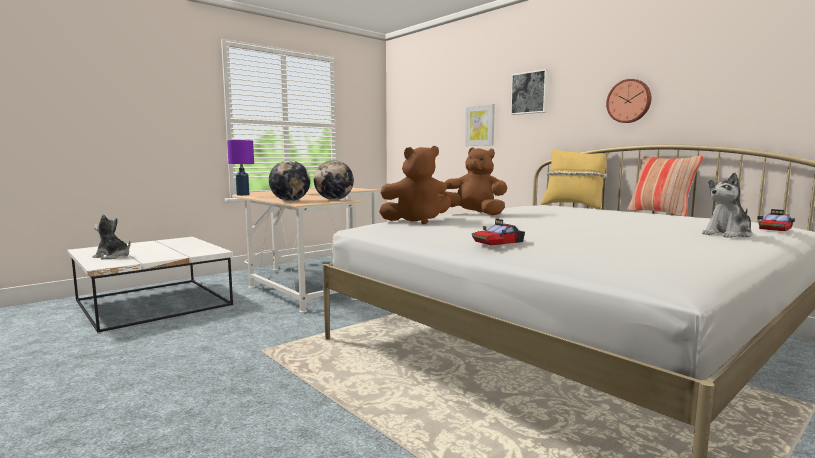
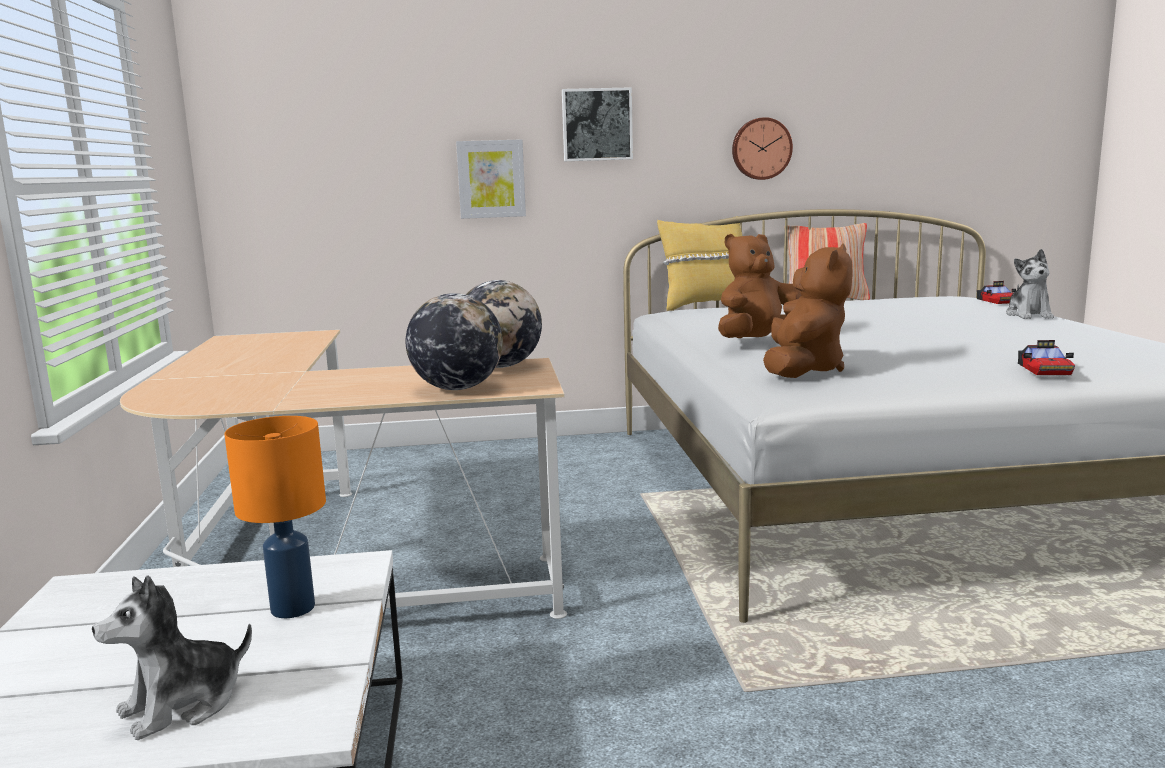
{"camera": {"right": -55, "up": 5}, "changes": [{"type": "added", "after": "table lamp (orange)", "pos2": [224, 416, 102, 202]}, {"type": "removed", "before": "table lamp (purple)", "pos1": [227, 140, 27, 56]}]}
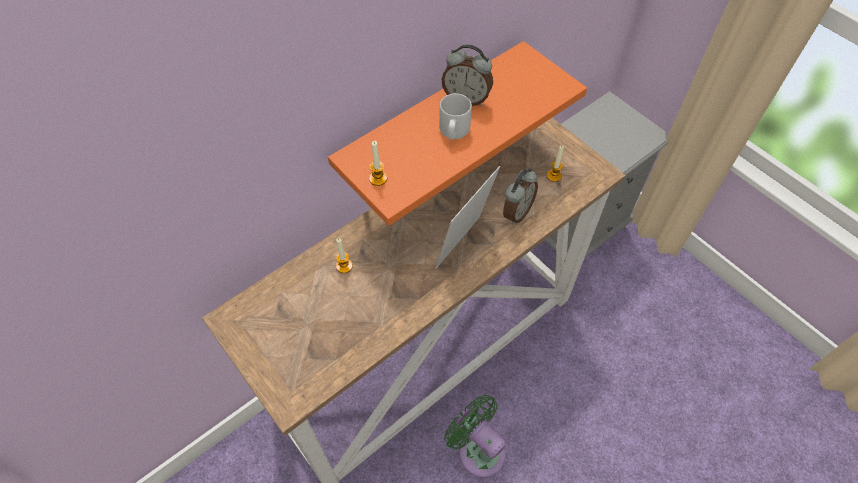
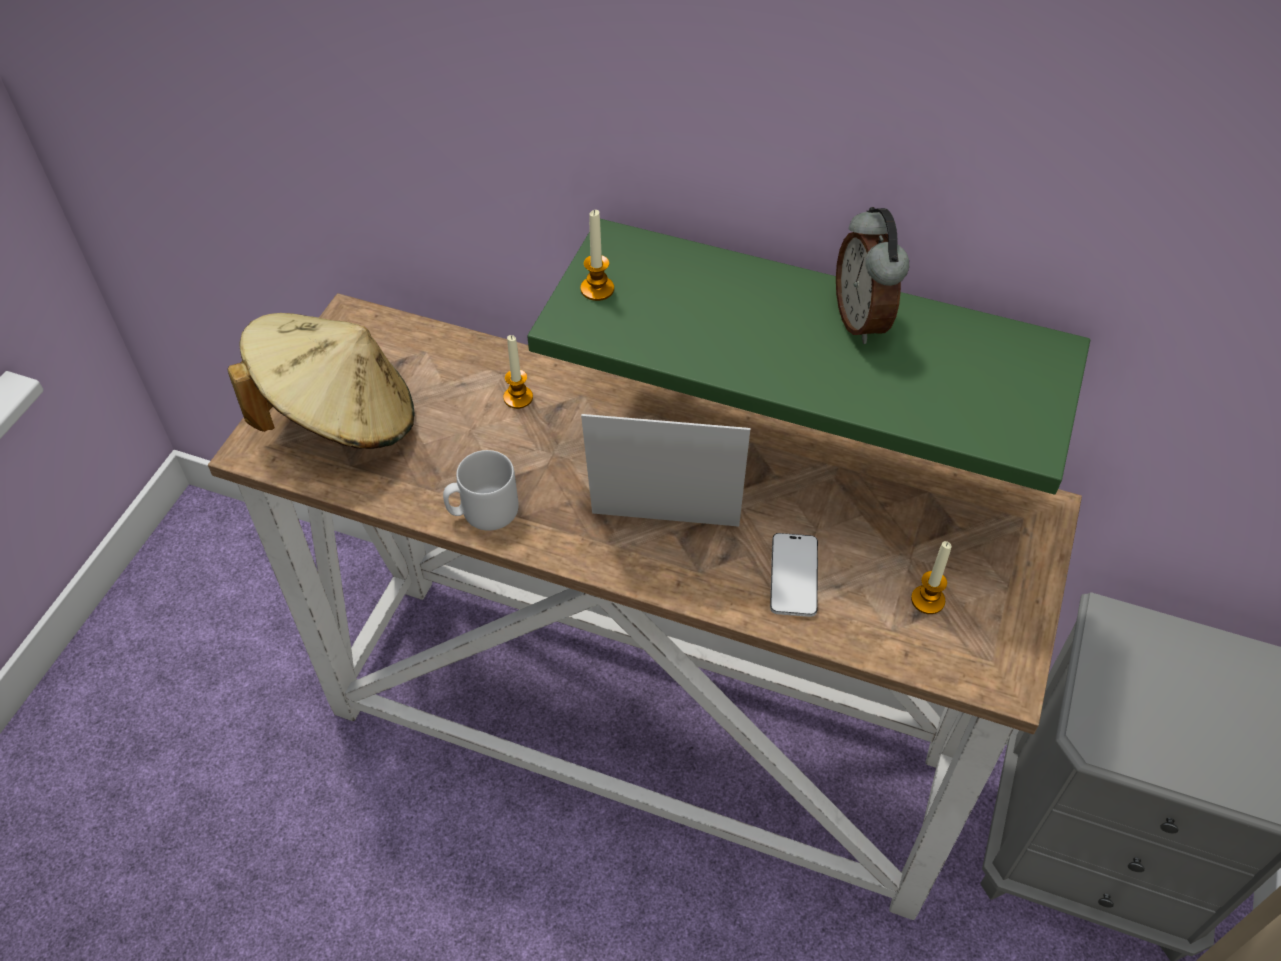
{"camera": {"right": 60, "up": -5}, "changes": [{"type": "added", "after": "hat (beige)", "pos2": [227, 313, 187, 136]}, {"type": "moved", "before": "mug (grey)", "pos1": [439, 93, 33, 47], "pos2": [443, 450, 76, 81]}, {"type": "recoloured", "before": "shelf (orange)", "after": "shelf (green)", "pos1": [328, 41, 259, 185], "pos2": [527, 219, 563, 275]}, {"type": "replaced", "before": "alarm clock", "after": "phone", "pos1": [503, 168, 35, 56], "pos2": [770, 533, 48, 84]}, {"type": "removed", "before": "fan (green)", "pos1": [444, 395, 62, 83]}]}
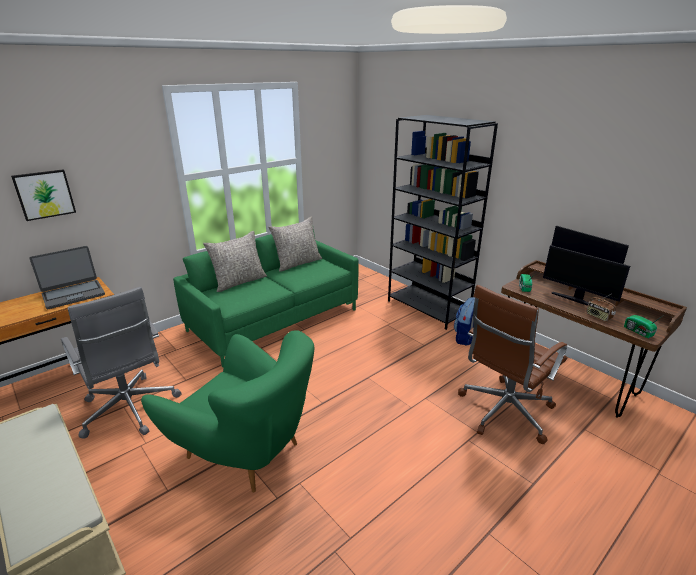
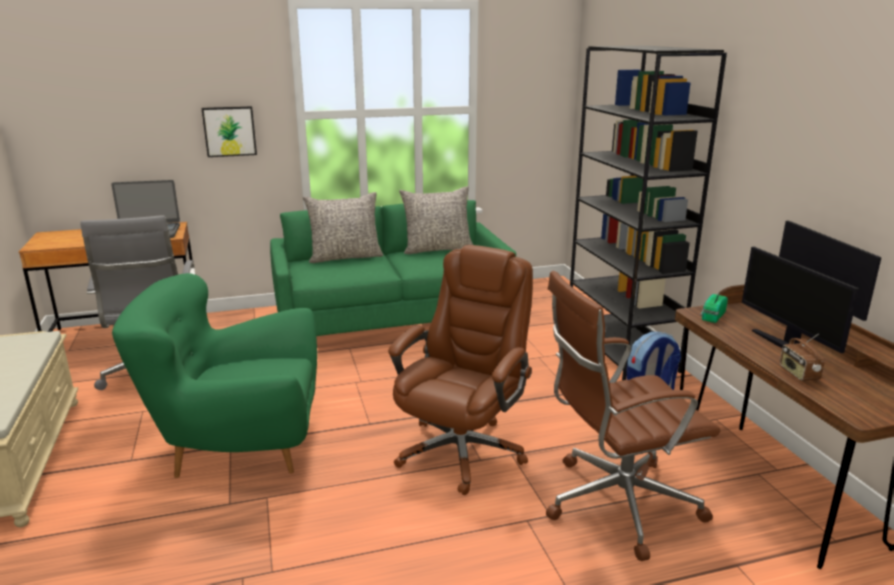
{"camera": {"right": 25, "up": -5}, "changes": [{"type": "turned", "before": "armchair (green)", "pos1": [141, 330, 173, 163], "pos2": [112, 273, 205, 205], "turn": 120}, {"type": "moved", "before": "picture", "pos1": [11, 169, 65, 52], "pos2": [201, 106, 56, 51]}, {"type": "added", "after": "office chair (brown)", "pos2": [388, 245, 145, 250]}, {"type": "removed", "before": "radio", "pos1": [624, 315, 40, 23]}]}
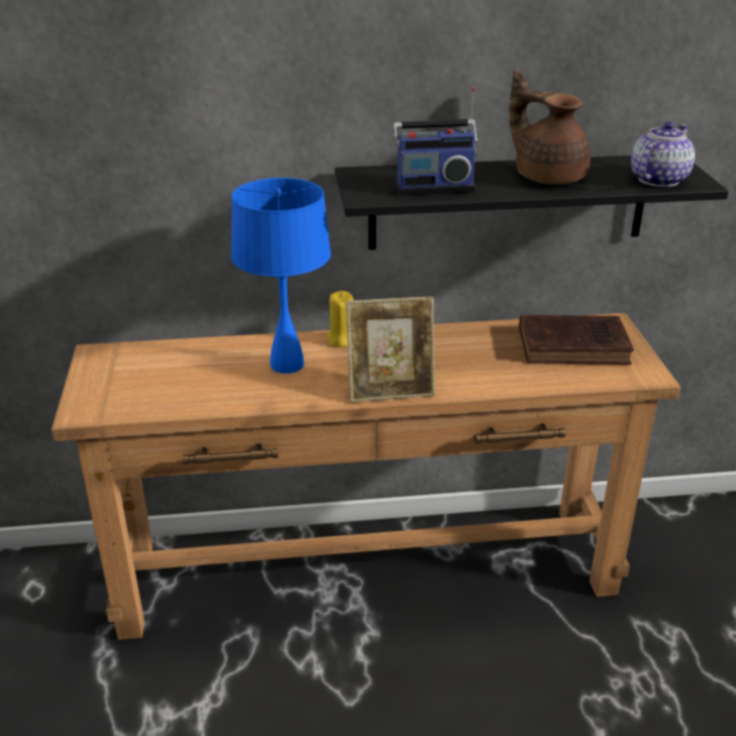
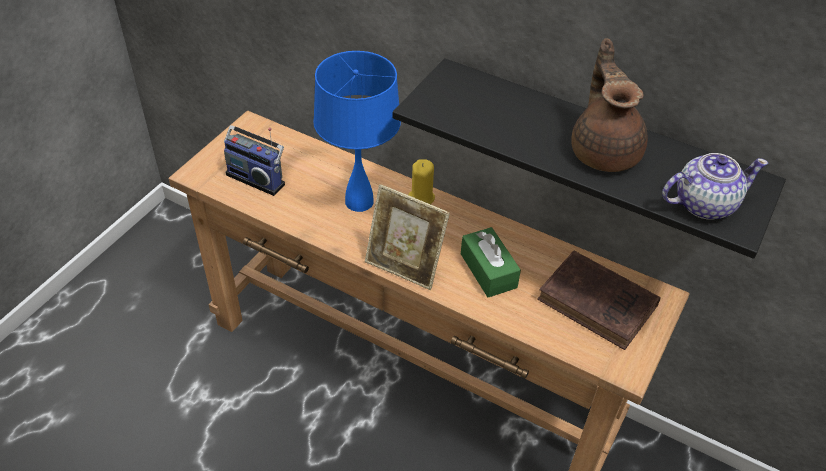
{"camera": {"right": 35, "up": 15}, "changes": [{"type": "moved", "before": "radio", "pos1": [393, 87, 85, 109], "pos2": [224, 125, 61, 71]}, {"type": "added", "after": "tissue box (green)", "pos2": [461, 227, 60, 70]}]}
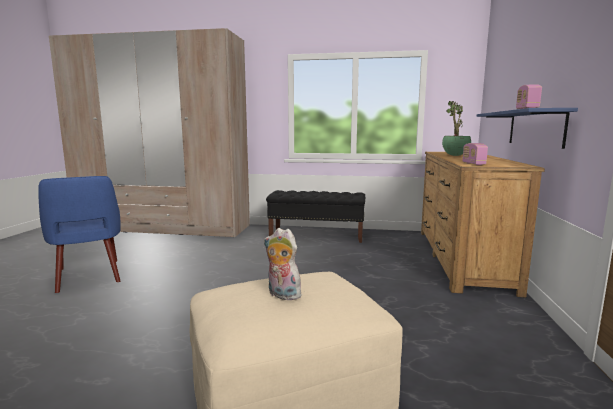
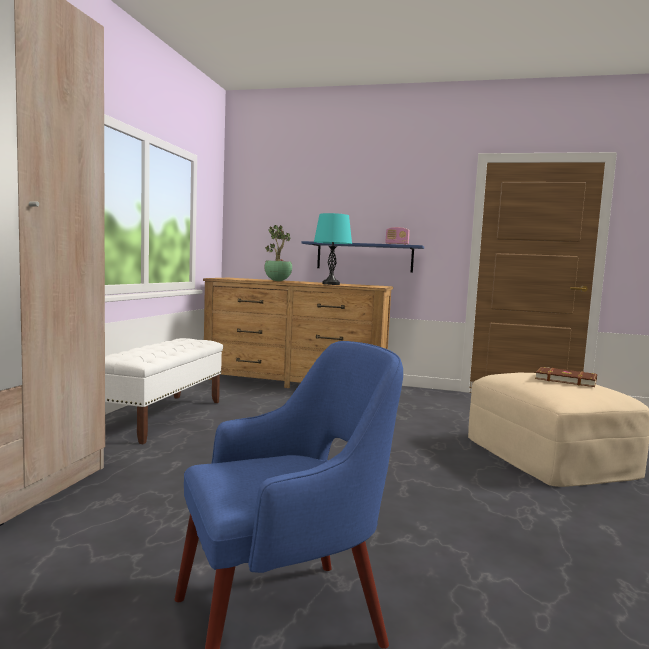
{"camera": {"right": -85, "up": -5}, "changes": [{"type": "recoloured", "before": "bench (black)", "after": "bench (white)", "pos1": [266, 190, 99, 53], "pos2": [105, 338, 118, 106]}, {"type": "added", "after": "table lamp (turquoise)", "pos2": [314, 213, 38, 72]}, {"type": "replaced", "before": "plush toy", "after": "book (brown)", "pos1": [264, 228, 39, 72], "pos2": [535, 367, 62, 20]}, {"type": "removed", "before": "radio", "pos1": [463, 143, 25, 22]}]}
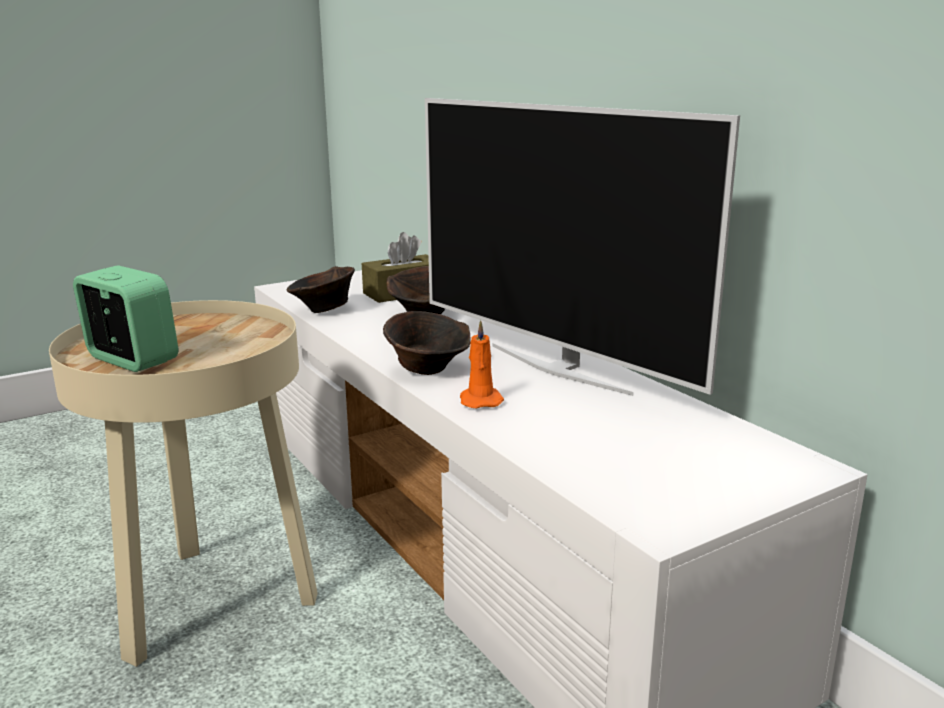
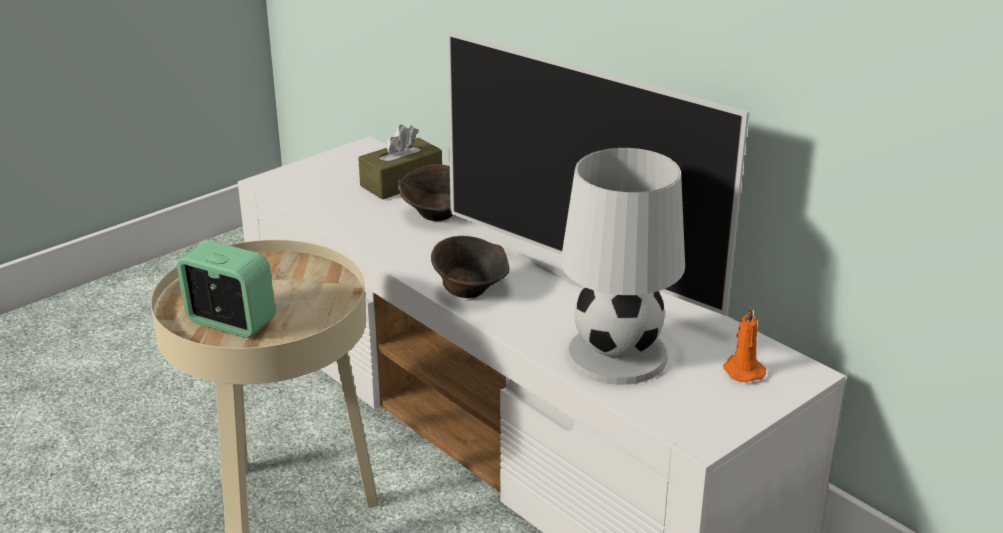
{"camera": {"right": -10, "up": 10}, "changes": [{"type": "added", "after": "table lamp (white)", "pos2": [561, 148, 124, 237]}, {"type": "moved", "before": "candle (orange)", "pos1": [460, 320, 44, 88], "pos2": [723, 305, 43, 77]}, {"type": "removed", "before": "bowl (brown)", "pos1": [287, 266, 68, 47]}]}
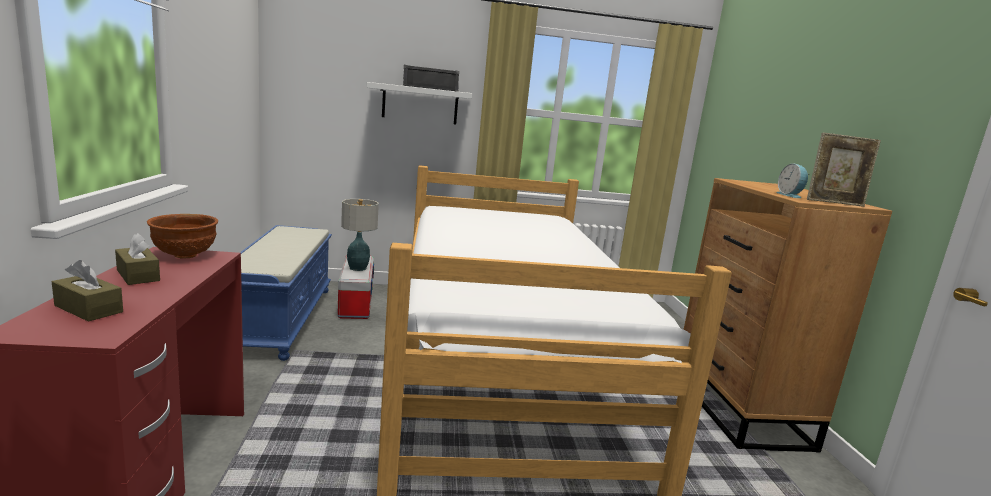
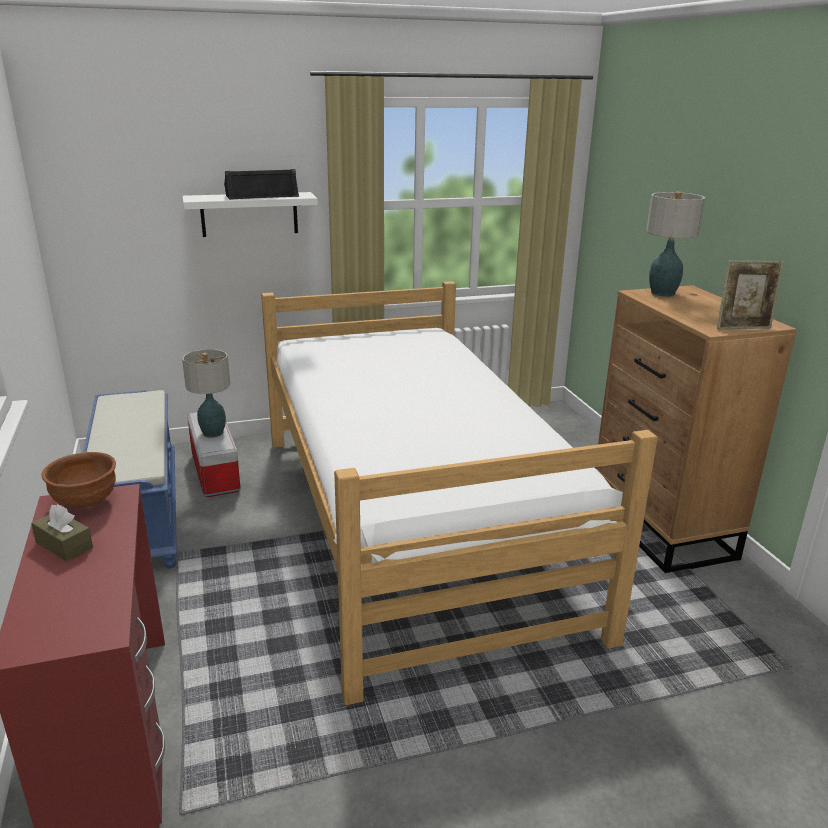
{"camera": {"right": -10, "up": 10}, "changes": [{"type": "added", "after": "table lamp", "pos2": [646, 192, 59, 104]}, {"type": "removed", "before": "tissue box (brown)", "pos1": [52, 260, 71, 62]}, {"type": "removed", "before": "alarm clock", "pos1": [776, 163, 33, 35]}]}
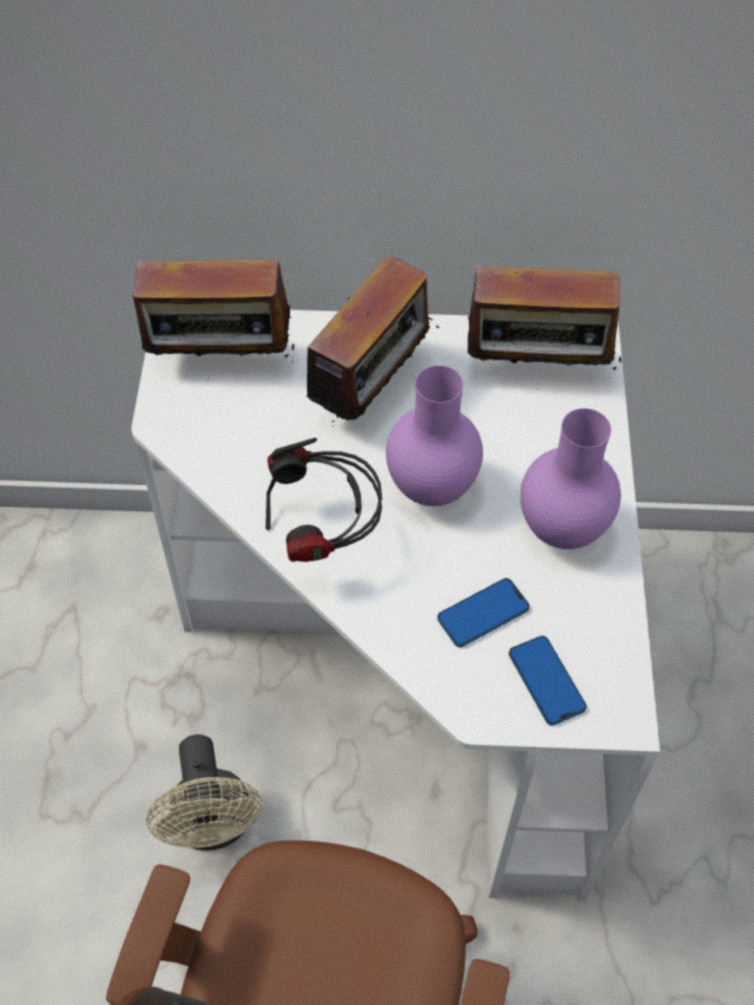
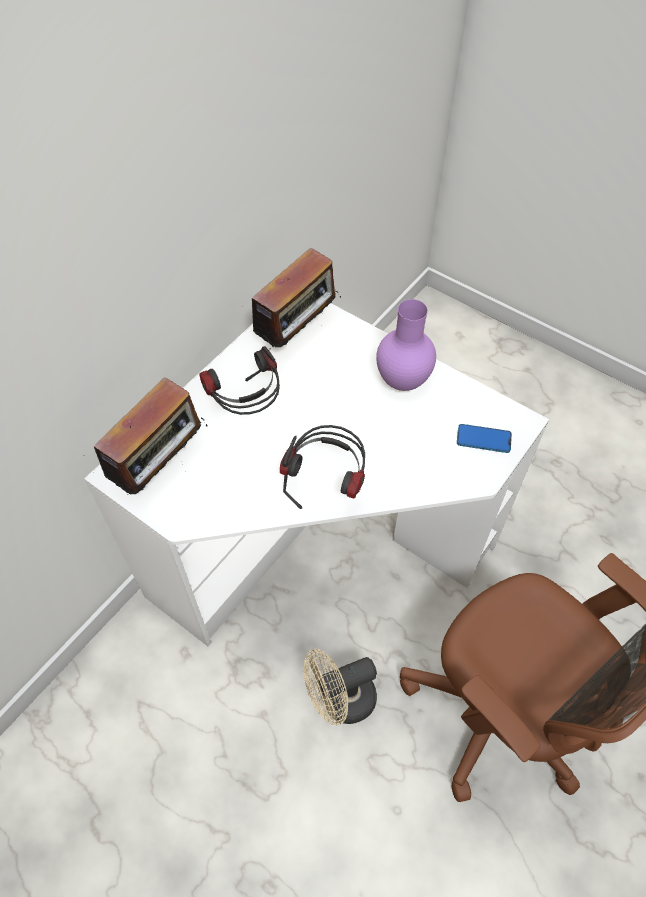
{"camera": {"right": -55, "up": 0}, "changes": [{"type": "replaced", "before": "radio", "after": "headphones", "pos1": [292, 255, 147, 167], "pos2": [199, 346, 81, 69]}, {"type": "turned", "before": "fan (beige)", "pos1": [146, 734, 117, 116], "pos2": [303, 649, 74, 76], "turn": 135}, {"type": "removed", "before": "vase (purple)", "pos1": [386, 365, 97, 141]}, {"type": "removed", "before": "phone", "pos1": [437, 578, 93, 69]}]}
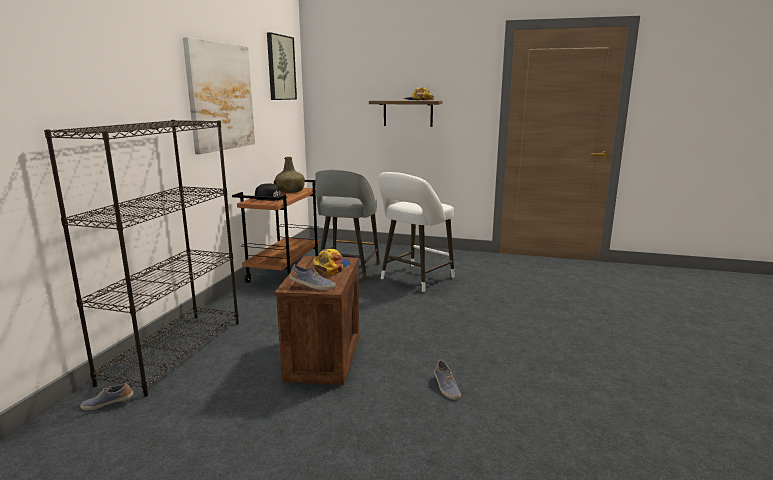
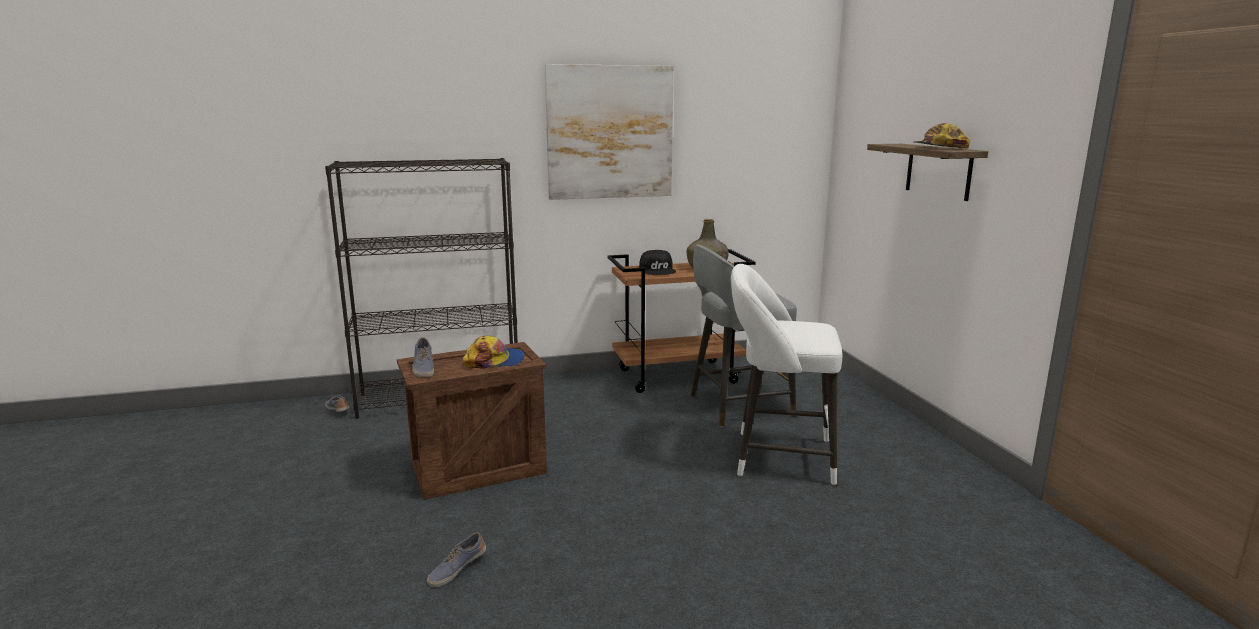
{"camera": {"right": 60, "up": 0}, "changes": [{"type": "removed", "before": "picture", "pos1": [267, 32, 30, 68]}]}
